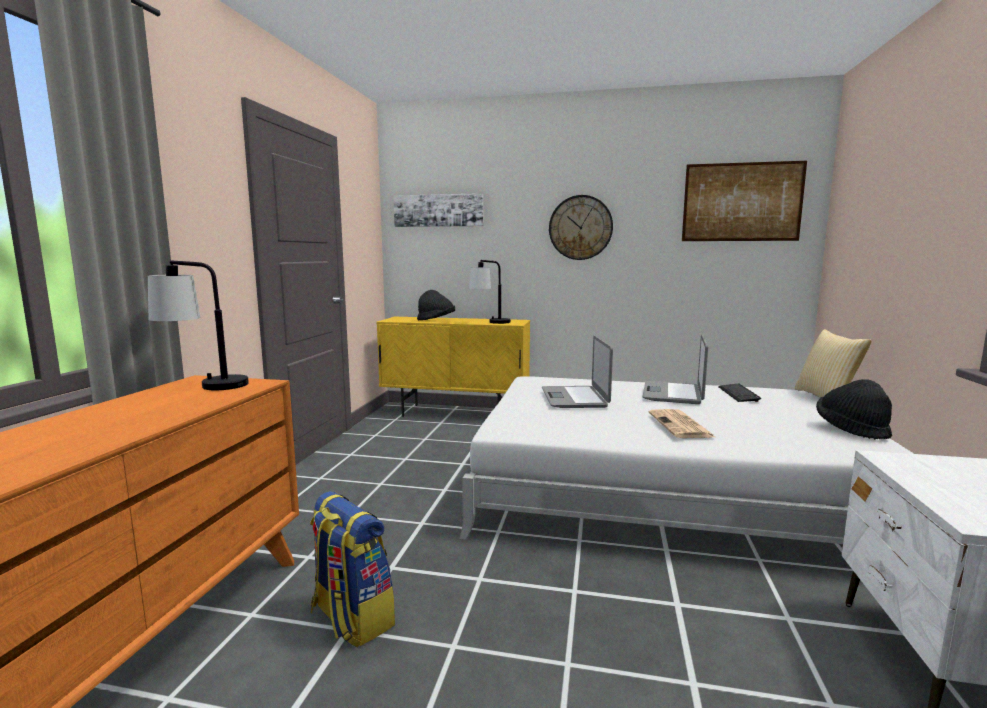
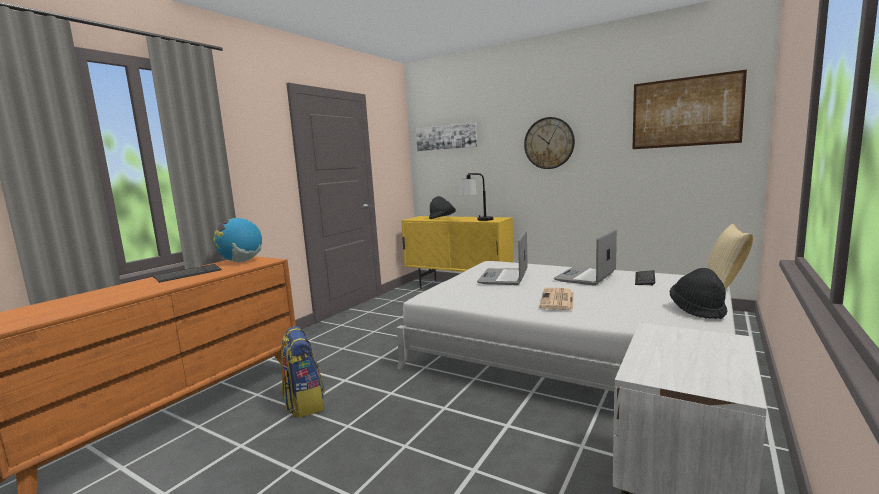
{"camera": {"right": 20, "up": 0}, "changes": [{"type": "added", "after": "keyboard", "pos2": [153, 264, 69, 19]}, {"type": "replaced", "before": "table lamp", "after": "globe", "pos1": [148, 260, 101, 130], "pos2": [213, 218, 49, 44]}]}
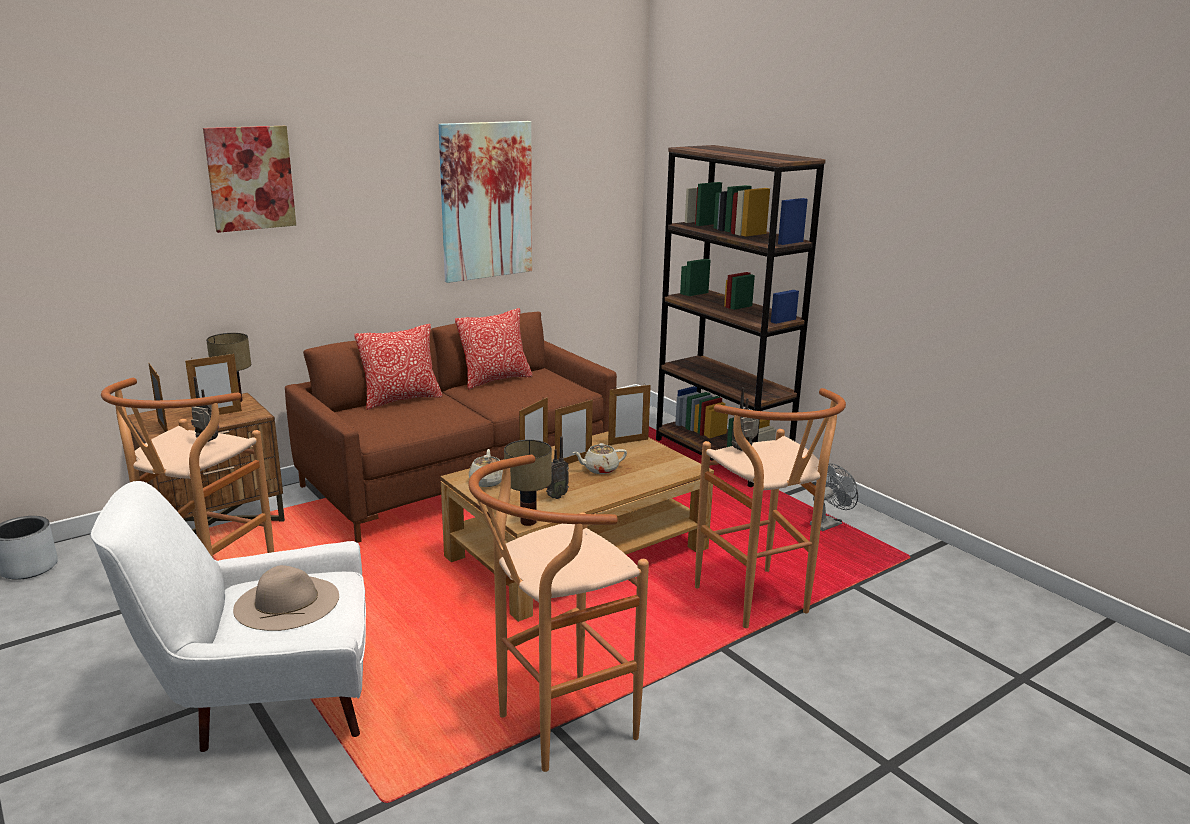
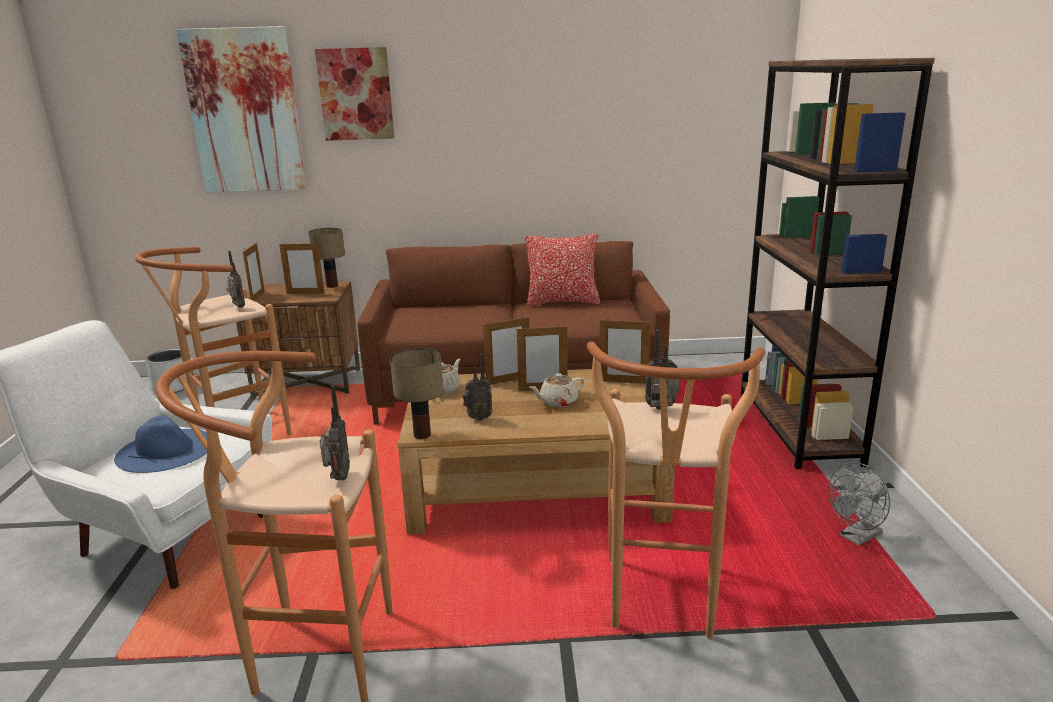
{"camera": {"right": 35, "up": 0}, "changes": [{"type": "recoloured", "before": "hat (beige)", "after": "hat (blue)", "pos1": [233, 565, 106, 66], "pos2": [114, 415, 93, 58]}, {"type": "moved", "before": "picture", "pos1": [438, 121, 94, 162], "pos2": [176, 26, 131, 167]}, {"type": "added", "after": "radio", "pos2": [320, 385, 30, 95]}, {"type": "turned", "before": "teapot (beige)", "pos1": [572, 443, 55, 31], "pos2": [529, 373, 55, 34], "turn": -45}, {"type": "turned", "before": "fan (grey)", "pos1": [810, 463, 48, 68], "pos2": [828, 462, 62, 84], "turn": 150}, {"type": "removed", "before": "pillow", "pos1": [354, 324, 88, 86]}]}
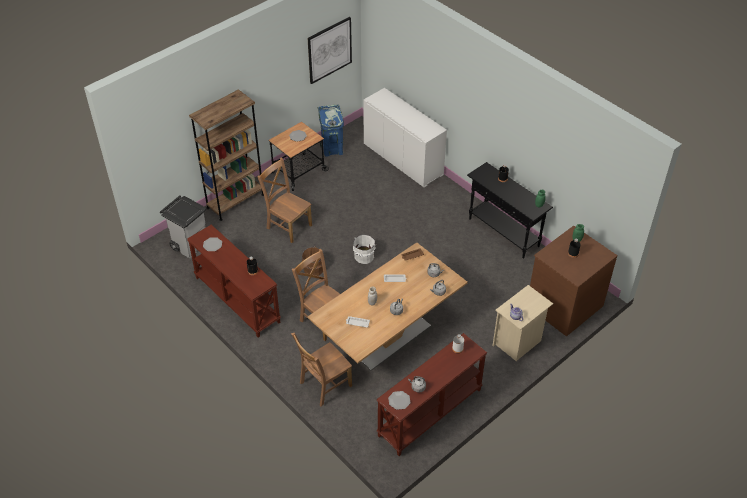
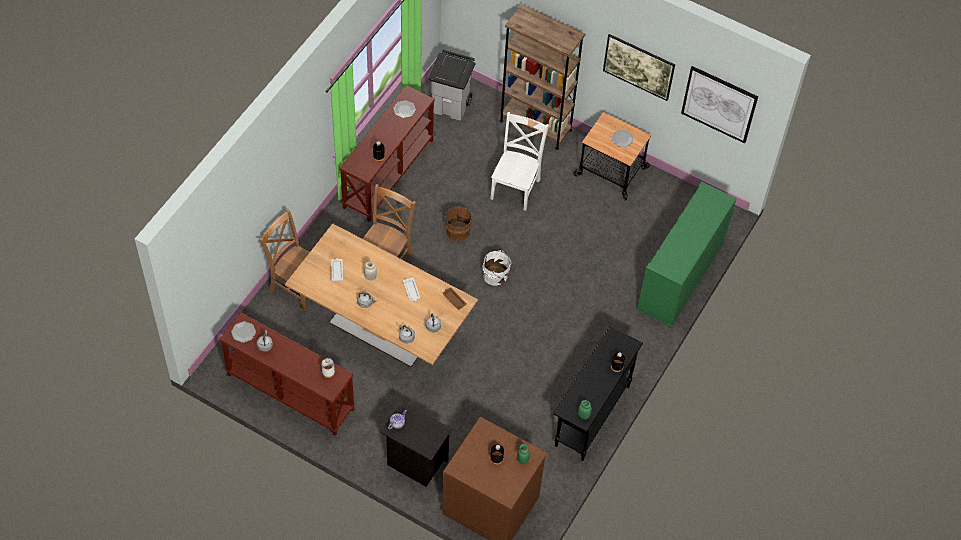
{"camera": {"right": 70, "up": 10}, "changes": [{"type": "recoloured", "before": "nightstand (beige)", "after": "nightstand (black)", "pos1": [492, 285, 61, 76], "pos2": [380, 401, 72, 86]}, {"type": "recoloured", "before": "chair (brown)", "after": "chair (white)", "pos1": [257, 157, 55, 86], "pos2": [490, 112, 59, 99]}, {"type": "added", "after": "picture", "pos2": [603, 34, 72, 67]}, {"type": "recoloured", "before": "cabinet (white)", "after": "cabinet (green)", "pos1": [363, 88, 84, 100], "pos2": [637, 182, 100, 145]}, {"type": "removed", "before": "trash can (blue)", "pos1": [317, 105, 27, 52]}]}
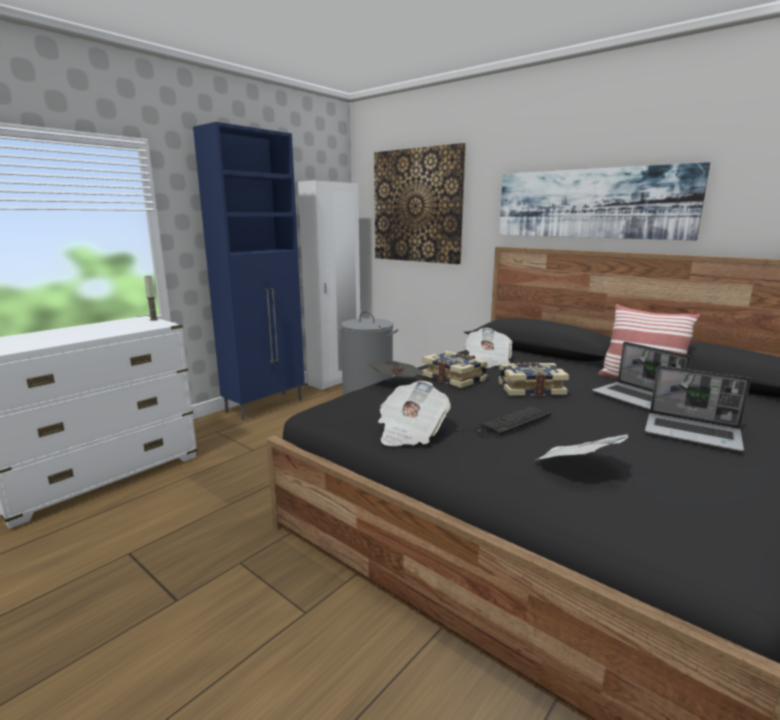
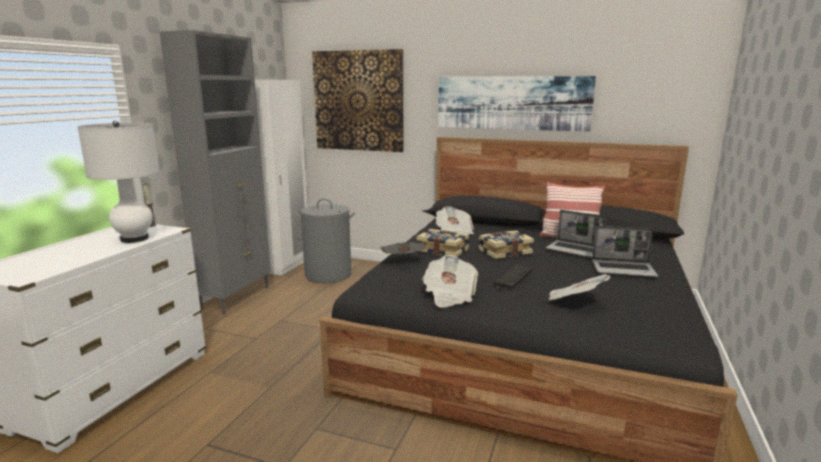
{"camera": {"right": -20, "up": 0}, "changes": [{"type": "added", "after": "table lamp (white)", "pos2": [78, 120, 82, 123]}, {"type": "recoloured", "before": "cabinet (blue)", "after": "cabinet (grey)", "pos1": [193, 122, 112, 298], "pos2": [159, 30, 112, 284]}]}
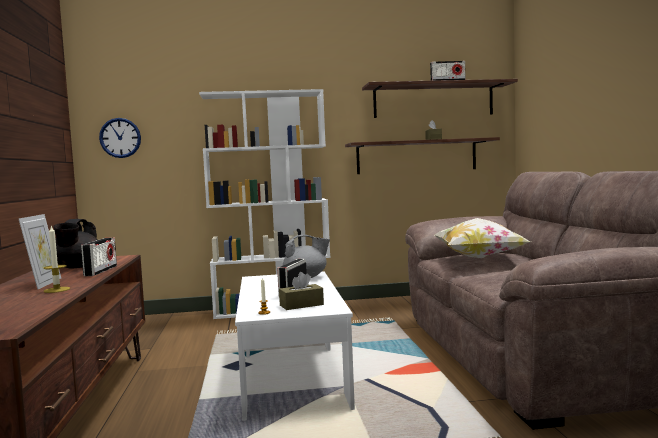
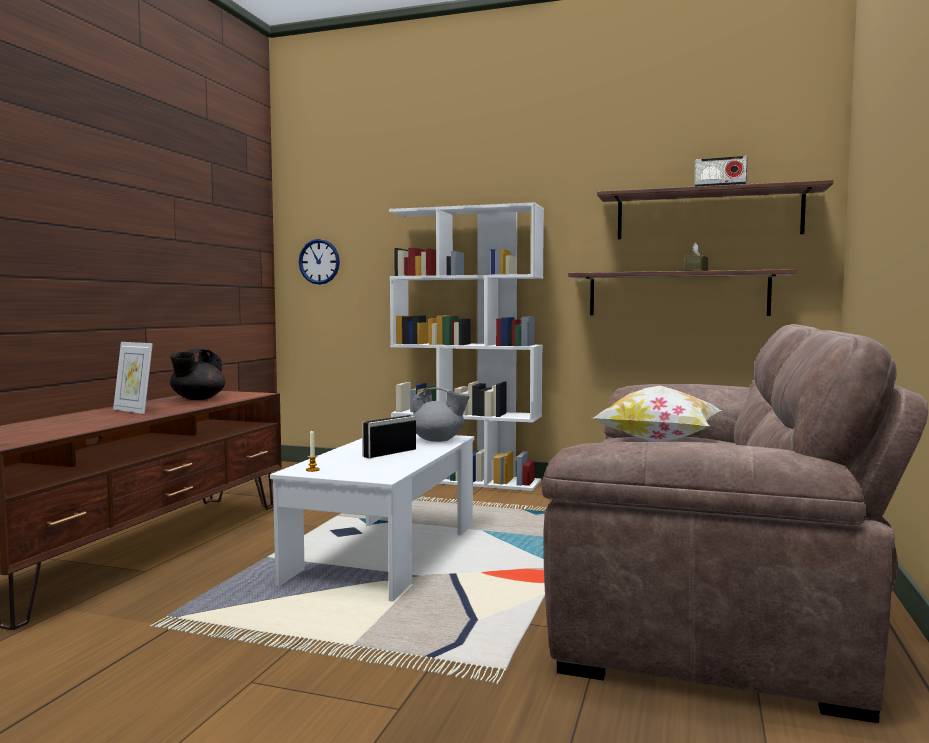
{"camera": {"right": 25, "up": 0}, "changes": [{"type": "turned", "before": "picture frame", "pos1": [19, 214, 42, 75], "pos2": [113, 342, 40, 72], "turn": 105}, {"type": "removed", "before": "candle", "pos1": [43, 225, 27, 68]}, {"type": "removed", "before": "radio", "pos1": [81, 237, 36, 39]}, {"type": "removed", "before": "tissue box (brown)", "pos1": [279, 272, 45, 38]}]}
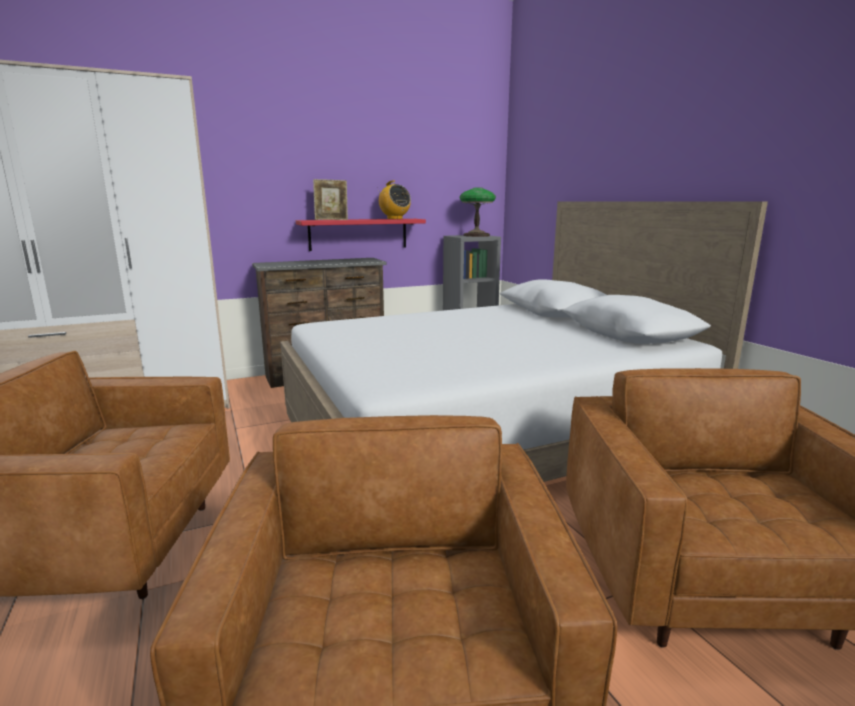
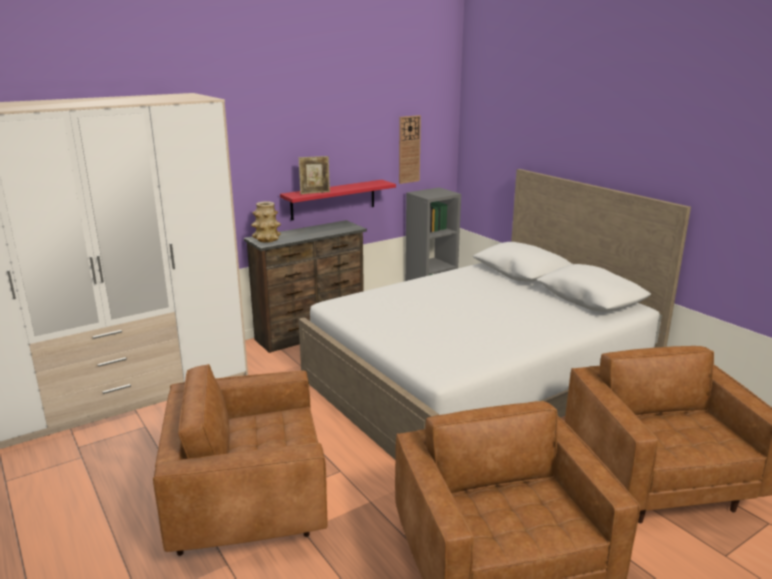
{"camera": {"right": -10, "up": 5}, "changes": [{"type": "added", "after": "vase", "pos2": [251, 201, 30, 42]}, {"type": "added", "after": "wall clock", "pos2": [399, 115, 22, 69]}, {"type": "removed", "before": "radio", "pos1": [378, 181, 33, 38]}, {"type": "removed", "before": "table lamp", "pos1": [460, 188, 36, 49]}]}
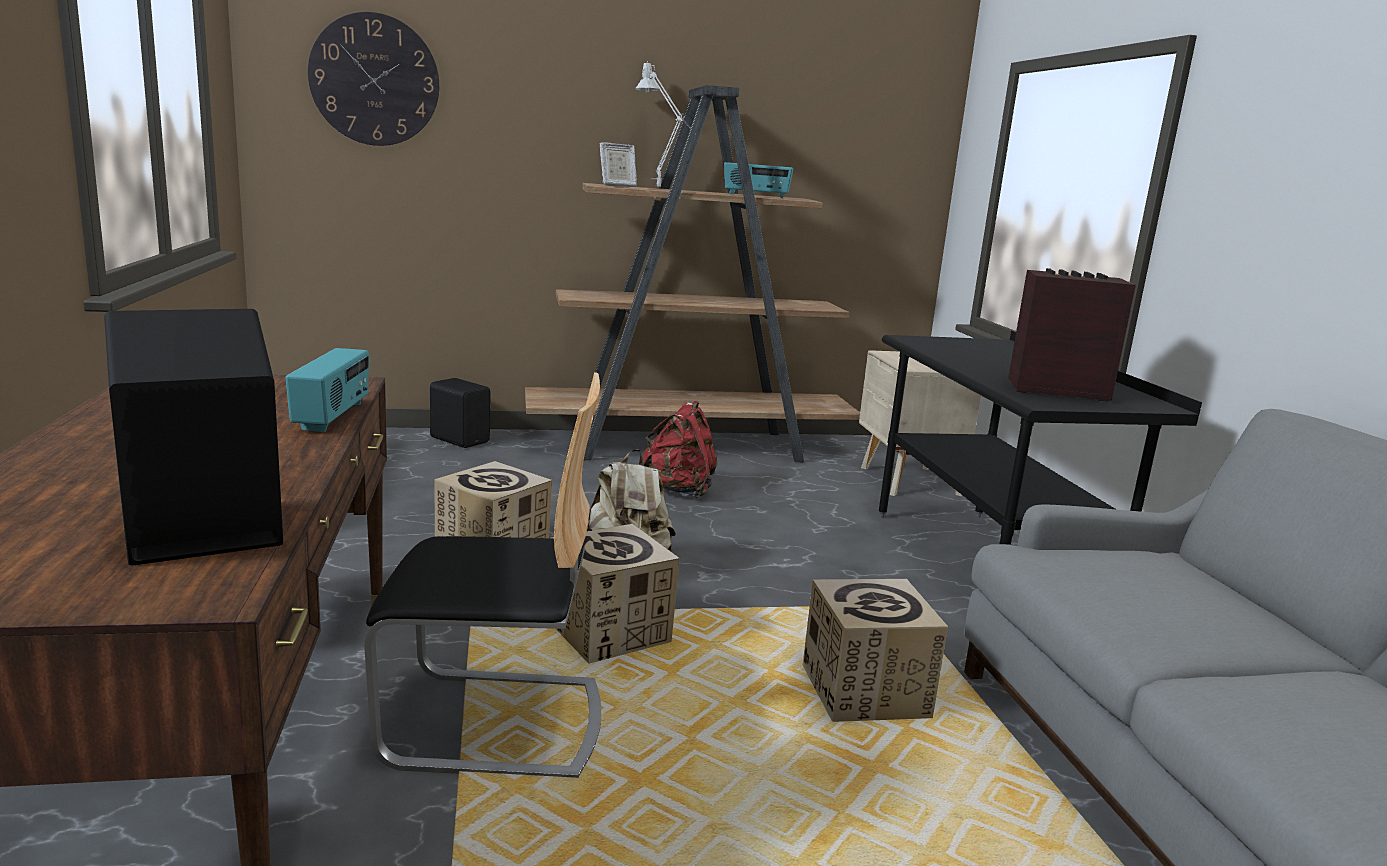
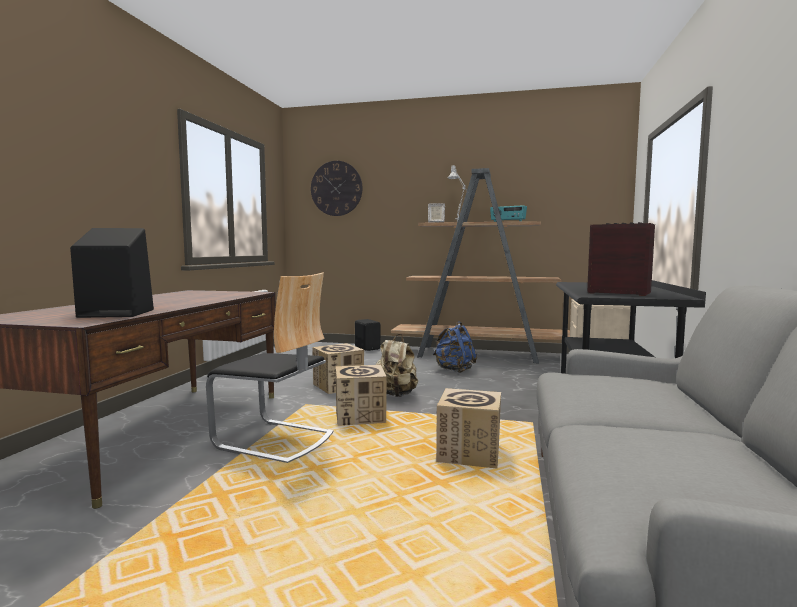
{"camera": {"right": 25, "up": -10}, "changes": [{"type": "recoloured", "before": "backpack (red)", "after": "backpack (blue)", "pos1": [643, 401, 74, 97], "pos2": [433, 321, 44, 52]}, {"type": "removed", "before": "radio", "pos1": [286, 348, 83, 84]}]}
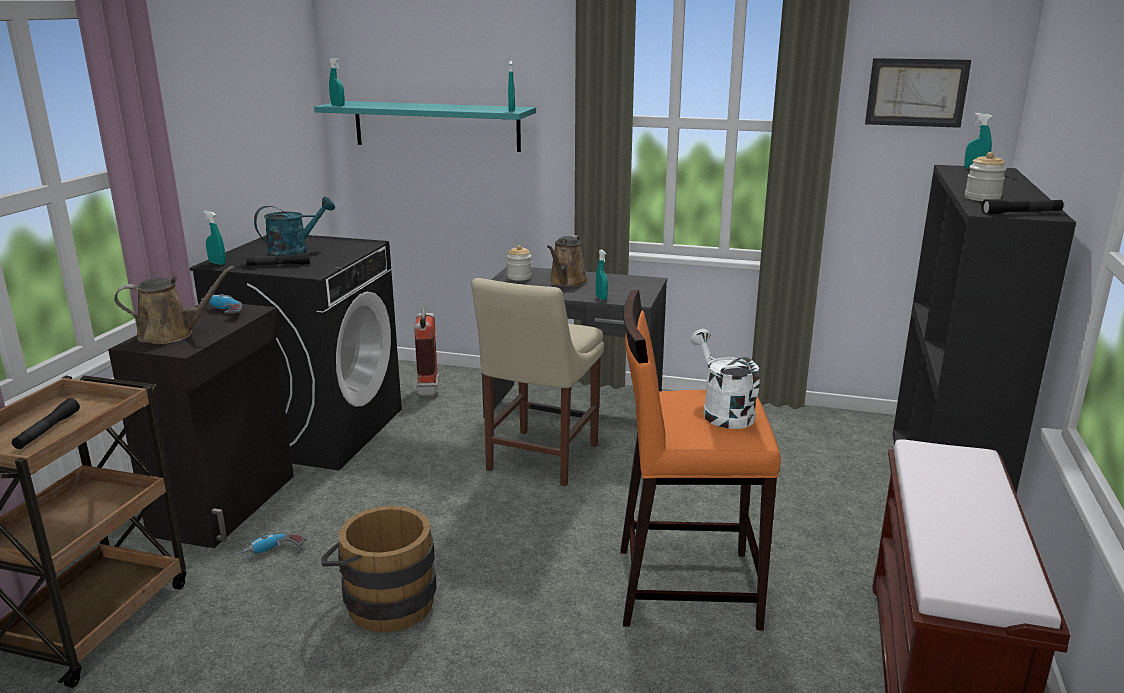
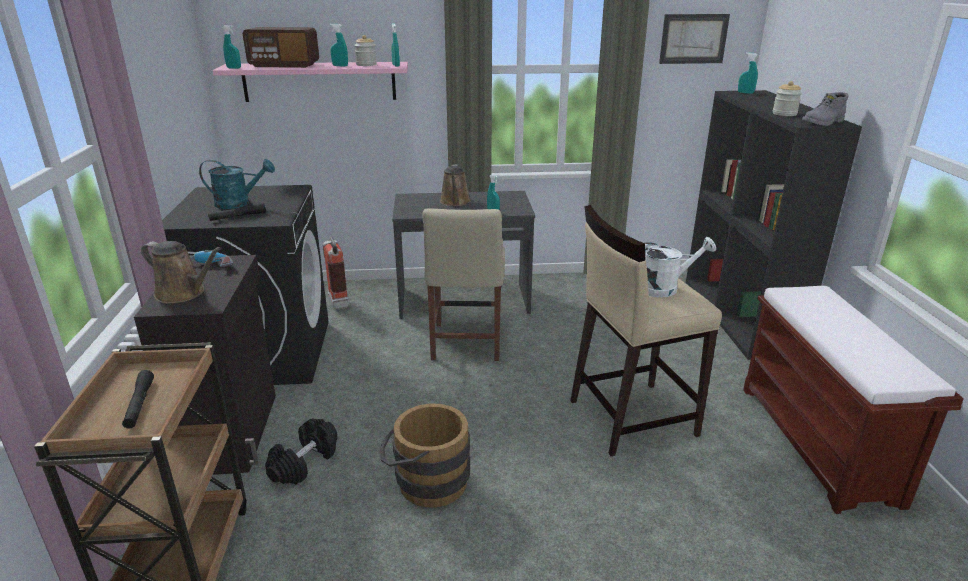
{"camera": {"right": -20, "up": 5}, "changes": [{"type": "turned", "before": "watering can (brown)", "pos1": [114, 266, 120, 78], "pos2": [141, 241, 81, 63], "turn": 60}, {"type": "turned", "before": "watering can (turquoise)", "pos1": [254, 197, 81, 59], "pos2": [199, 159, 76, 50], "turn": 60}, {"type": "recoloured", "before": "shelf (turquoise)", "after": "shelf (pink)", "pos1": [314, 101, 222, 51], "pos2": [213, 62, 195, 40]}, {"type": "added", "after": "radio", "pos2": [243, 27, 76, 41]}, {"type": "replaced", "before": "power drill", "after": "dumbbell (black)", "pos1": [237, 534, 69, 21], "pos2": [265, 418, 72, 66]}, {"type": "moved", "before": "spray bottle (turquoise)", "pos1": [203, 211, 23, 54], "pos2": [330, 24, 18, 42]}, {"type": "moved", "before": "jar", "pos1": [507, 245, 25, 36], "pos2": [354, 35, 23, 31]}, {"type": "recoloured", "before": "stool (orange)", "after": "stool (beige)", "pos1": [621, 290, 160, 340], "pos2": [570, 205, 152, 251]}, {"type": "turned", "before": "watering can (white)", "pos1": [690, 329, 69, 100], "pos2": [644, 237, 72, 60], "turn": 120}, {"type": "replaced", "before": "flashlight (black)", "after": "boot (grey)", "pos1": [981, 199, 83, 15], "pos2": [802, 92, 47, 34]}]}
